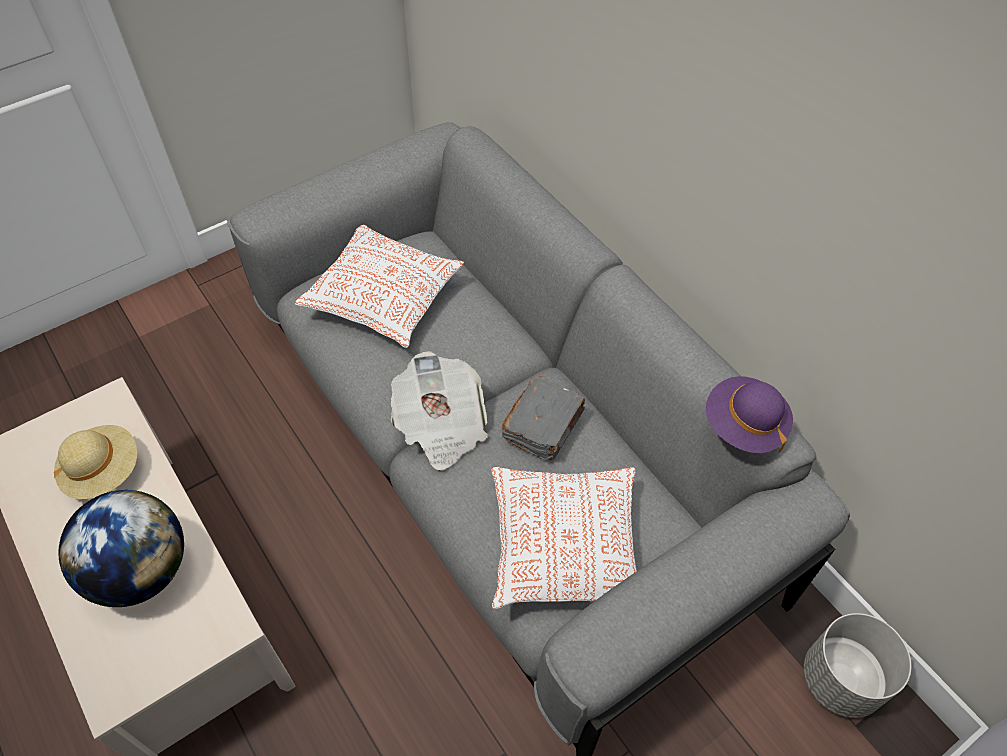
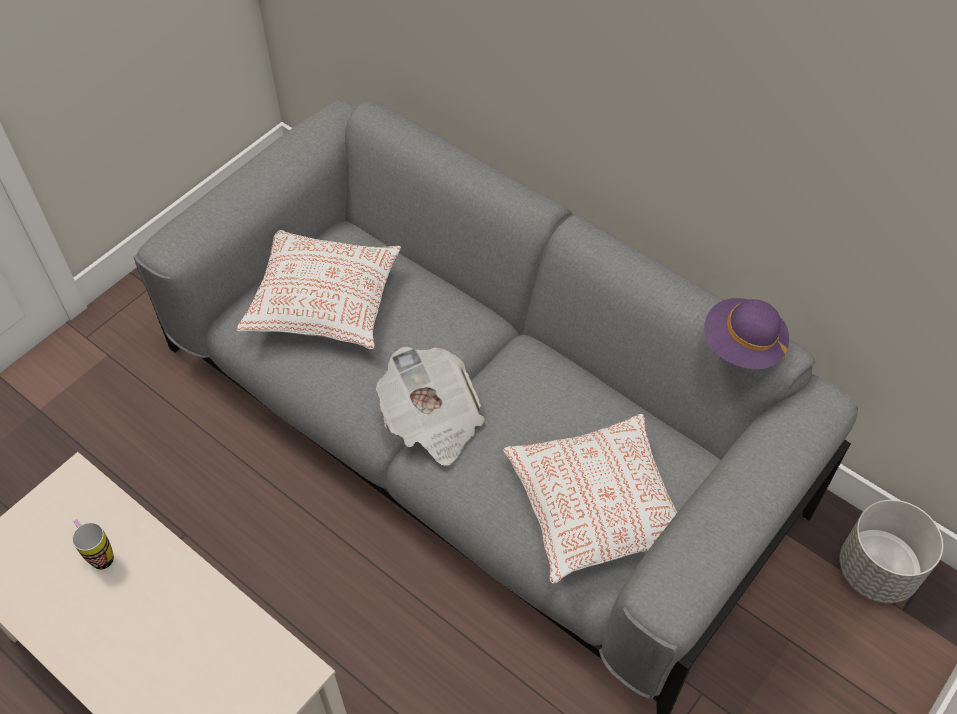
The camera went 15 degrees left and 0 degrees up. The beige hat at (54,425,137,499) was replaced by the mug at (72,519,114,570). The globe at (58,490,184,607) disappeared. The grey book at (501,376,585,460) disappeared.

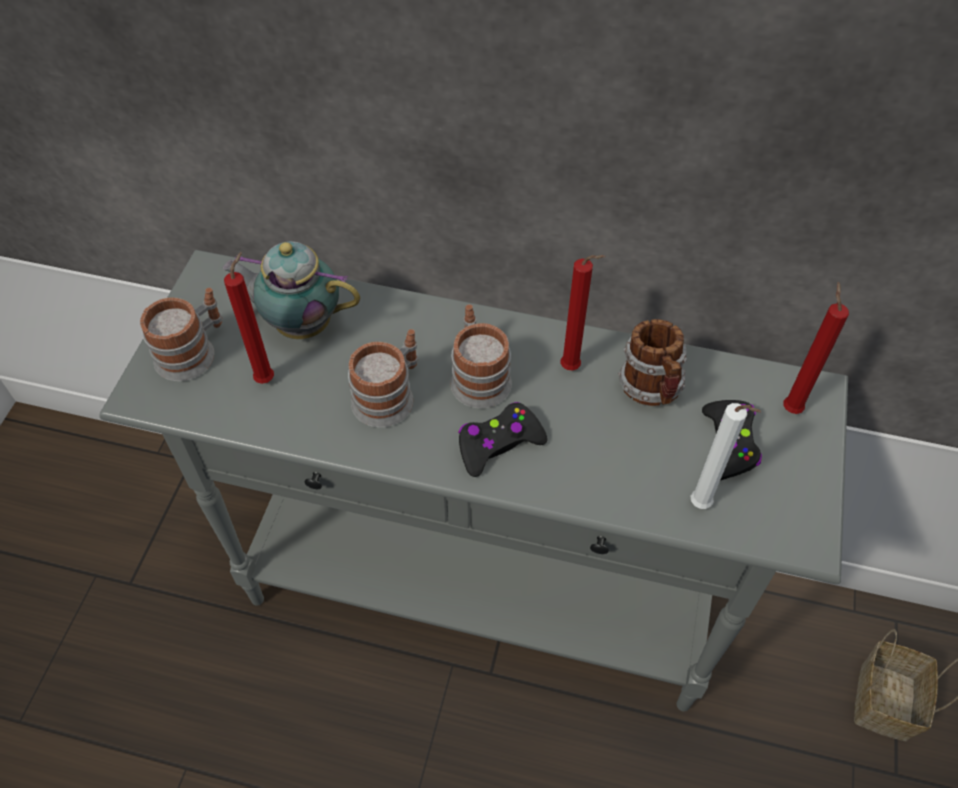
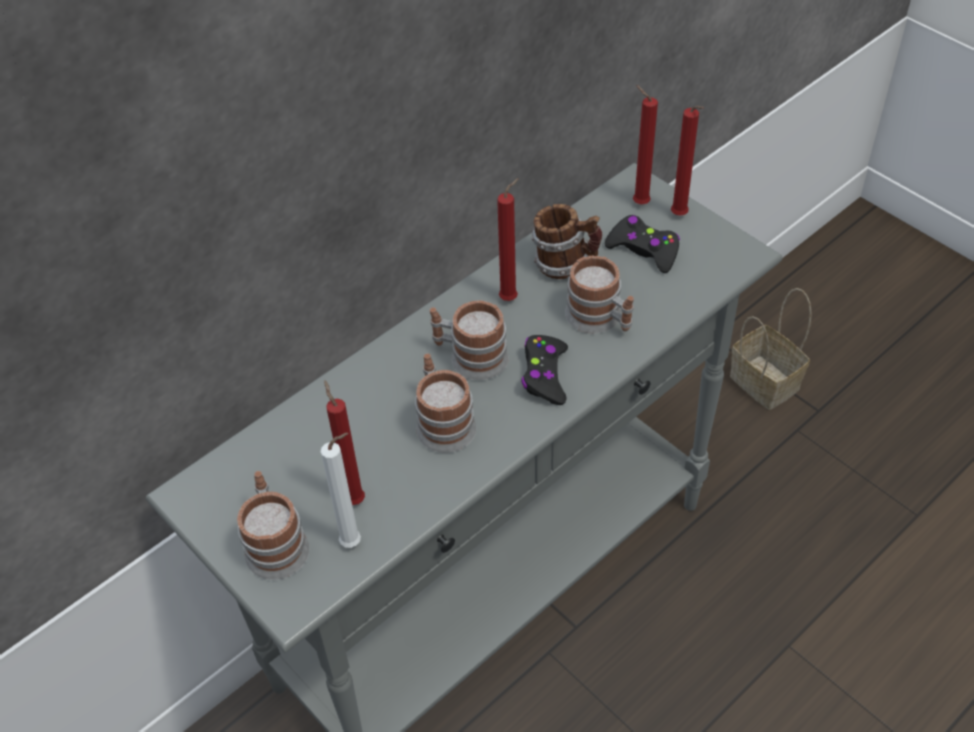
The camera went 55 degrees left and 5 degrees down. The teapot at (223,241,360,339) disappeared. The white candle moved from (691,403,761,509) to (321,433,361,548). The mug at (565,255,634,333) appeared. The red candle at (671,106,704,216) appeared.

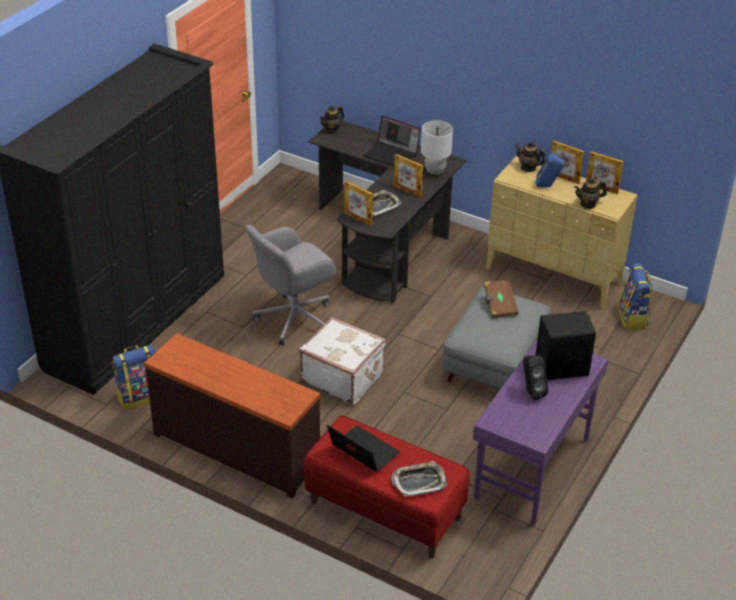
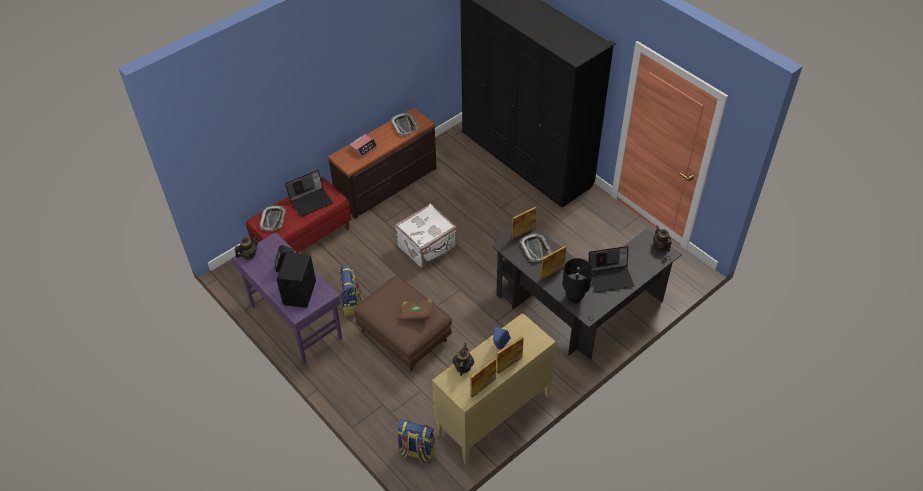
The camera went 110 degrees right and 10 degrees up. The backpack moved from (112,345,156,410) to (339,265,362,316). The grey office chair at (245,225,337,345) disappeared. The laptop at (363,116,421,166) turned 150 degrees counterclockwise. The white table lamp at (421,120,453,177) became the black table lamp at (562,258,593,304). The grey ottoman at (443,288,551,389) became the brown ottoman at (354,276,452,371). The teapot moved from (515,142,545,172) to (235,236,258,259). The alarm clock at (349,134,378,158) appeared. The tray at (391,113,419,136) appeared.

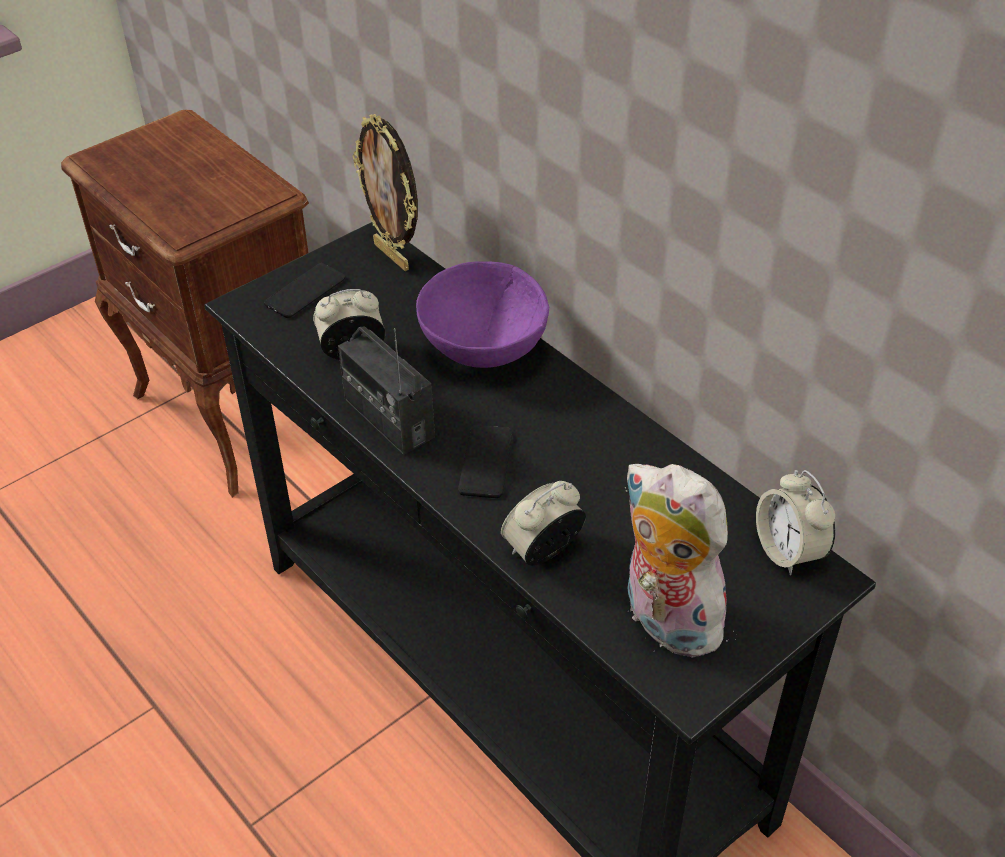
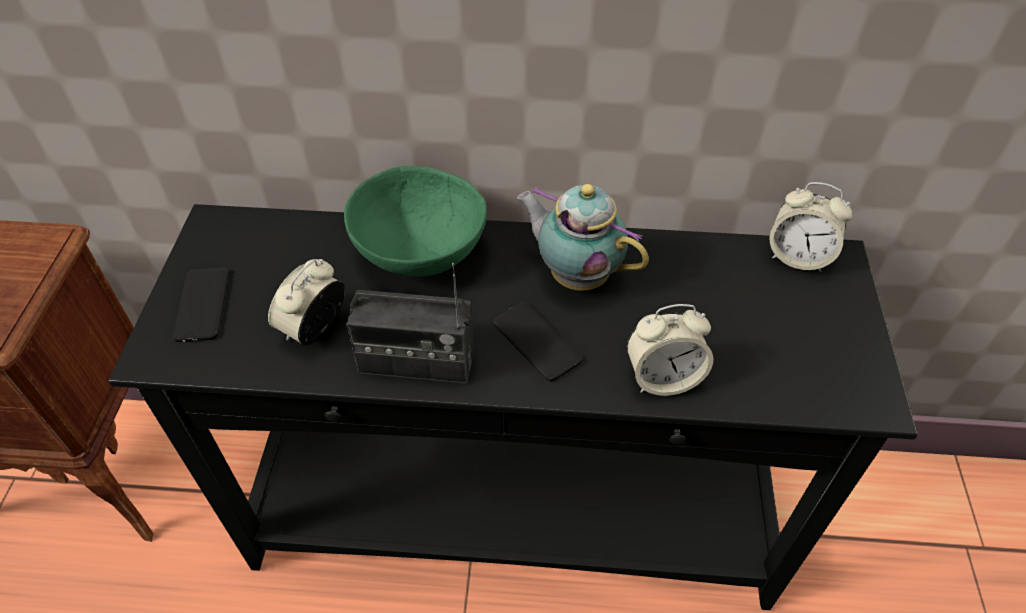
The camera went 45 degrees left and 5 degrees up. The picture frame at (353,114,418,271) disappeared. The purple bowl at (416,261,549,368) became the green bowl at (344,166,487,277). The alarm clock at (501,481,586,566) turned 105 degrees counterclockwise. The plush toy at (625,464,736,658) disappeared. The teapot at (517,184,649,291) appeared.

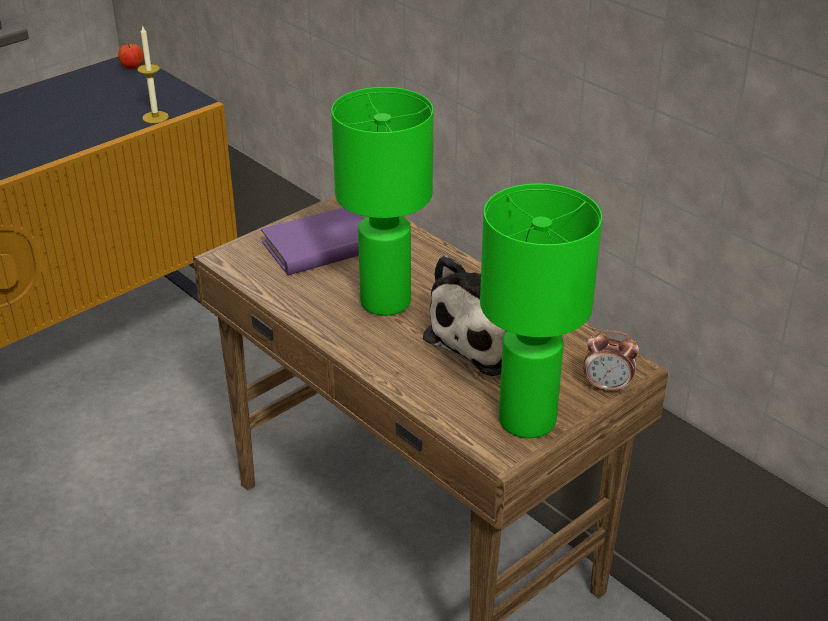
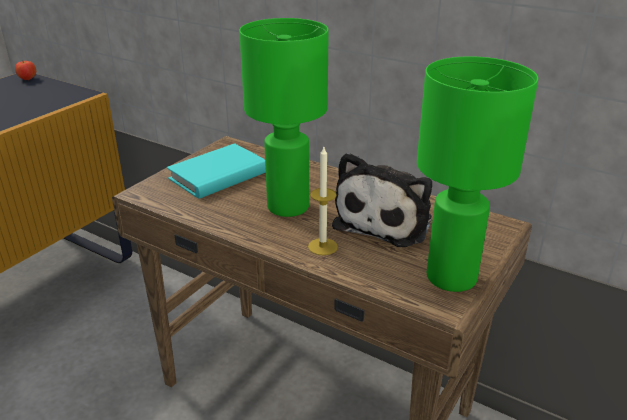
The camera went 15 degrees left and 5 degrees down. The candle moved from (137,25,169,123) to (308,147,338,255). The purple book at (261,208,364,275) became the turquoise book at (167,143,266,199). The alarm clock at (584,330,639,394) disappeared.

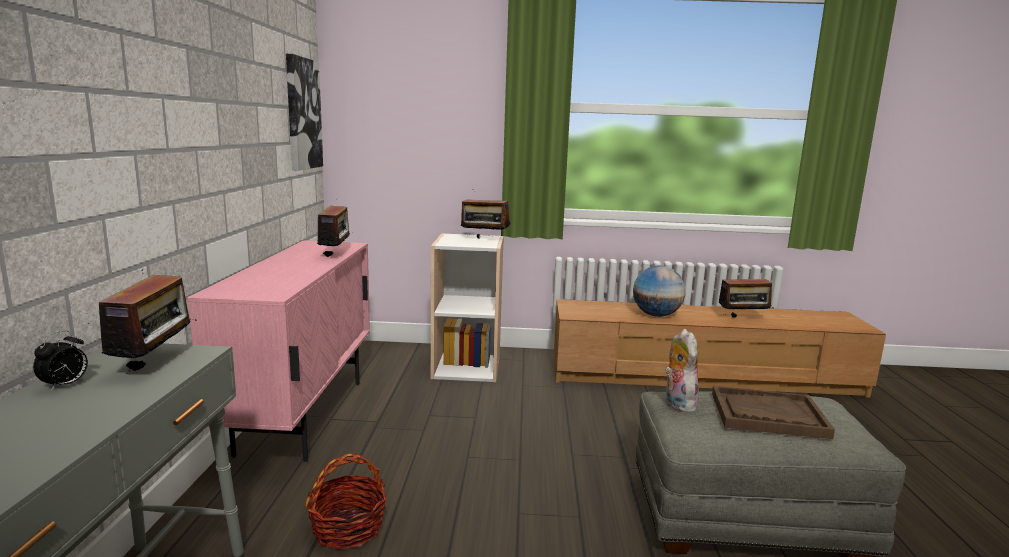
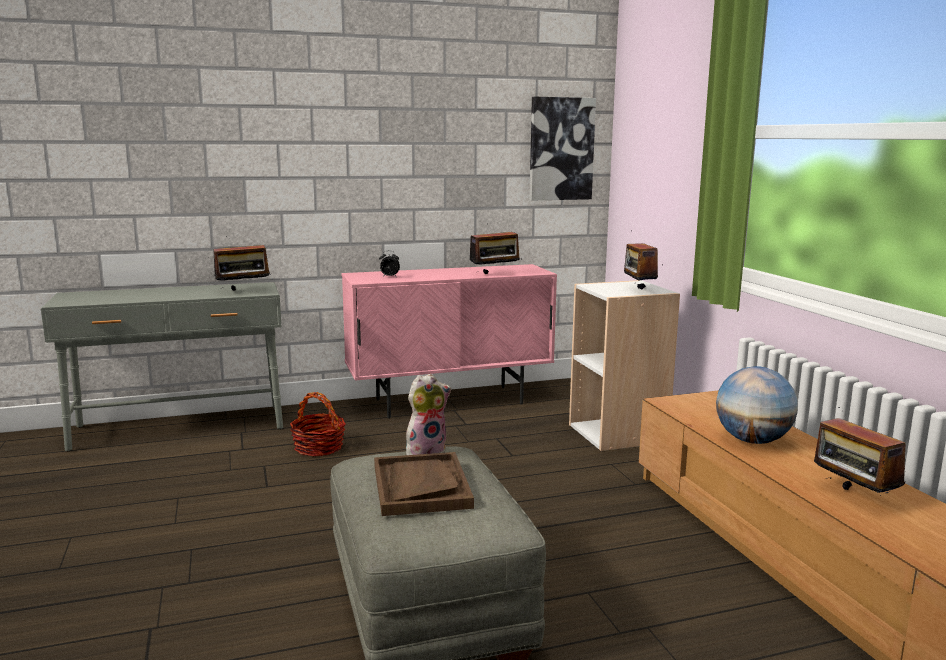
The camera went 70 degrees right and 0 degrees up. The alarm clock moved from (33,331,88,391) to (379,251,400,277).

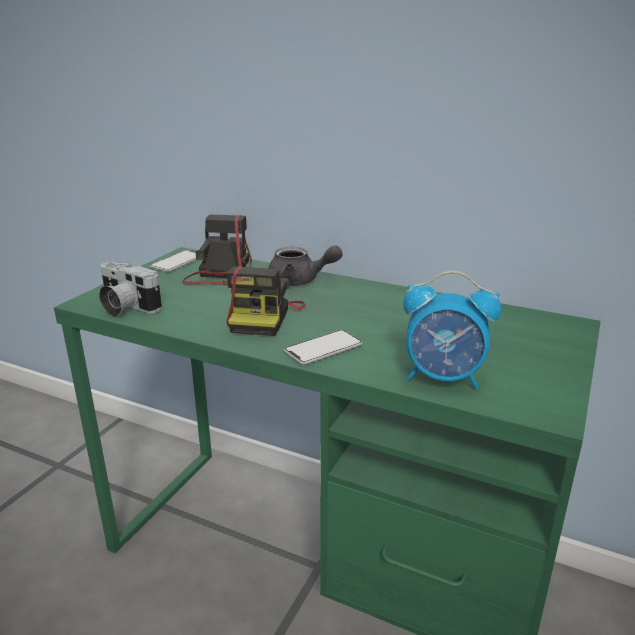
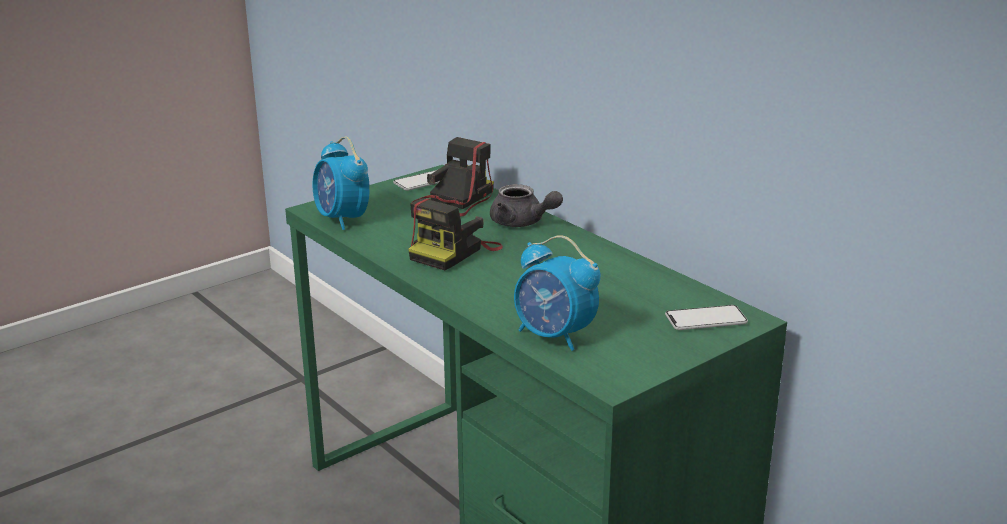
The camera went 25 degrees right and 0 degrees up. The photo camera at (99,262,162,317) was replaced by the alarm clock at (313,136,370,230). The phone moved from (284,330,362,365) to (665,305,748,330).

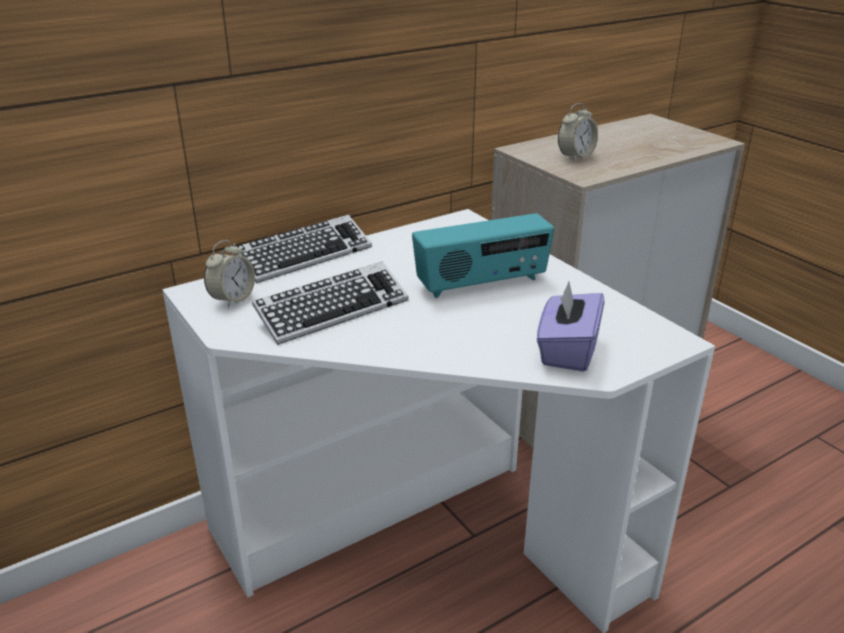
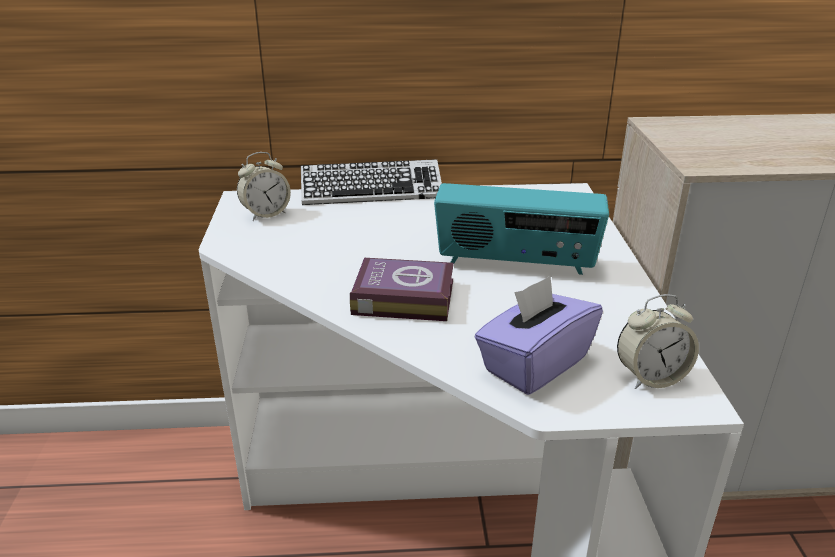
The camera went 30 degrees right and 0 degrees up. The keyboard at (252,261,409,345) disappeared. The alarm clock moved from (558,103,598,162) to (617,294,699,389). The book at (350,258,454,321) appeared.

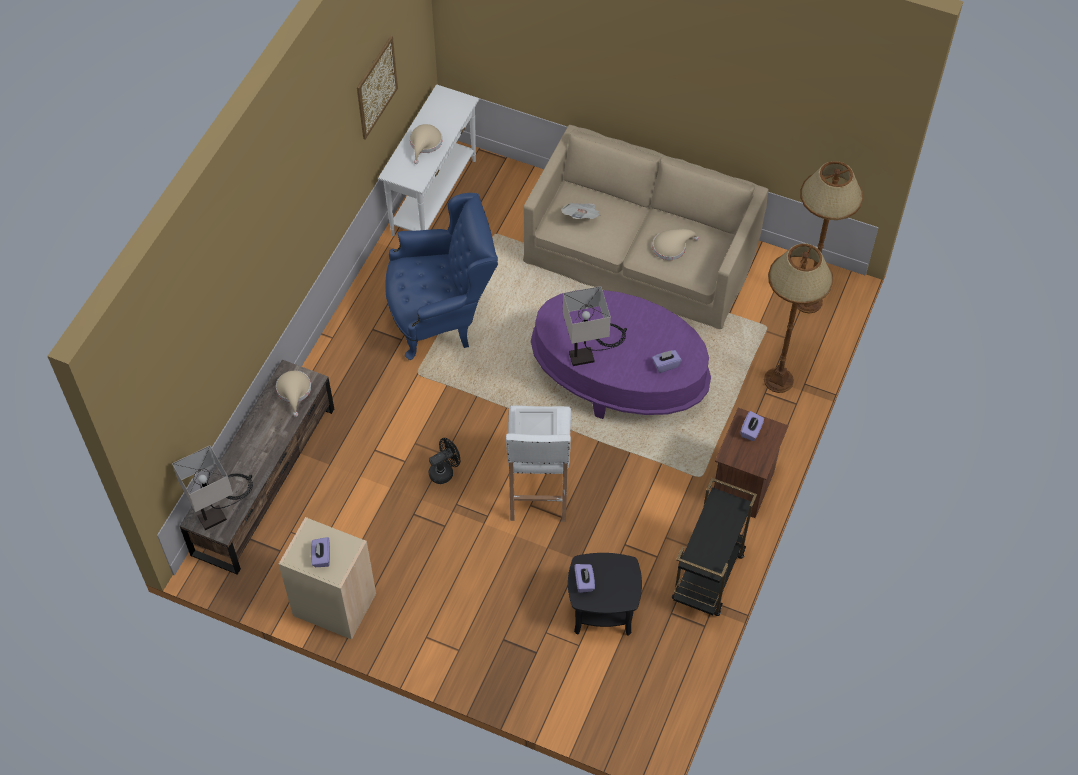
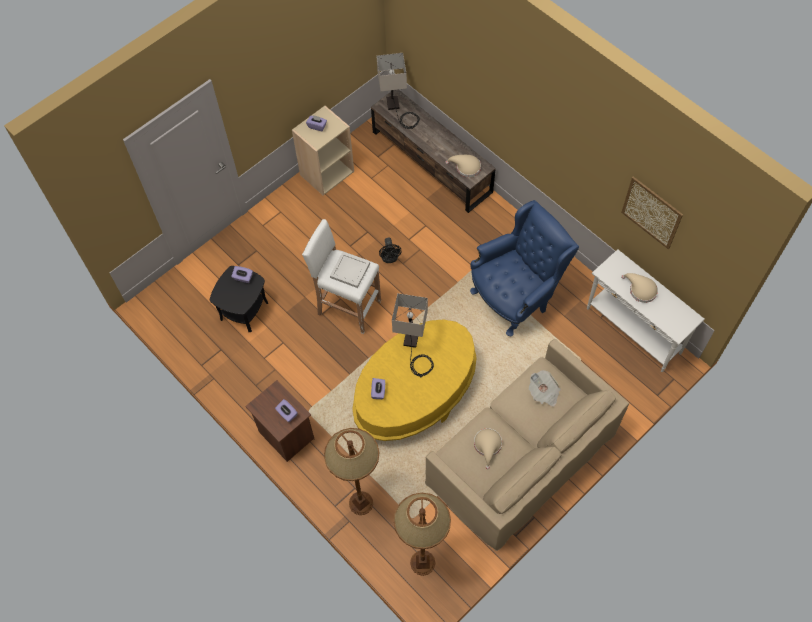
The camera went 115 degrees right and 5 degrees up. The blue armchair at (386,193,498,360) turned 135 degrees counterclockwise. The purple coffee table at (531,290,711,419) became the yellow coffee table at (352,319,477,441). The black cart at (672,478,757,616) disappeared.

